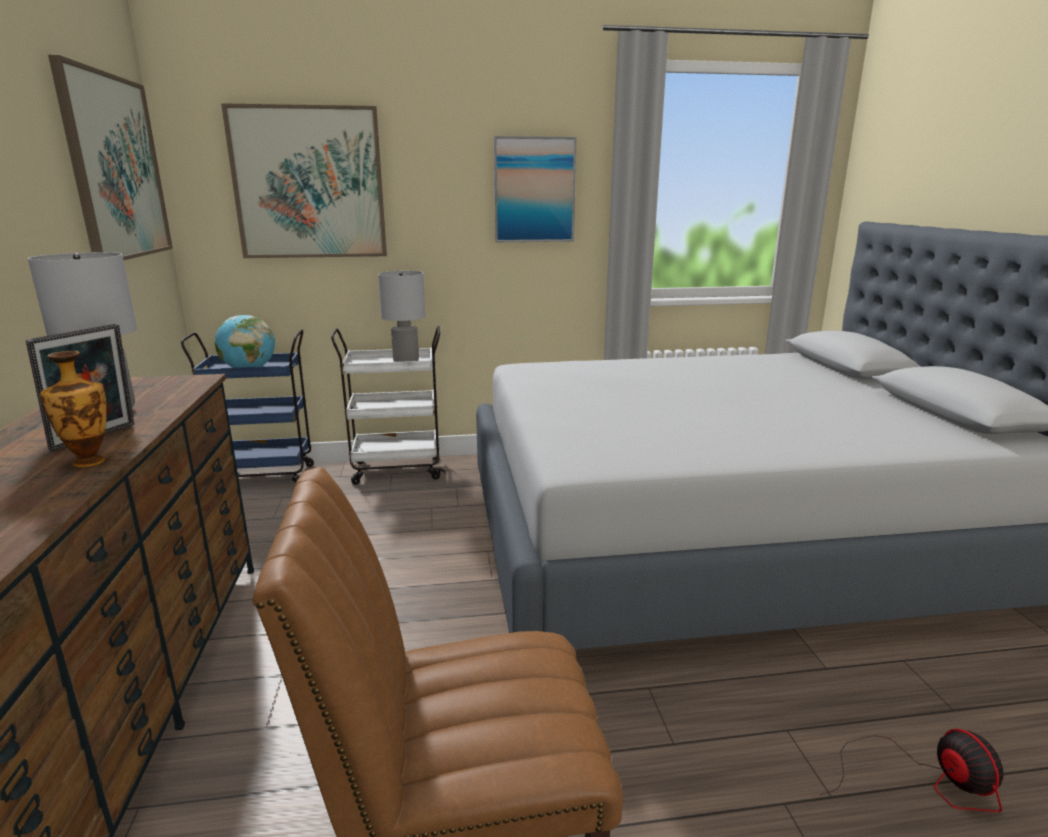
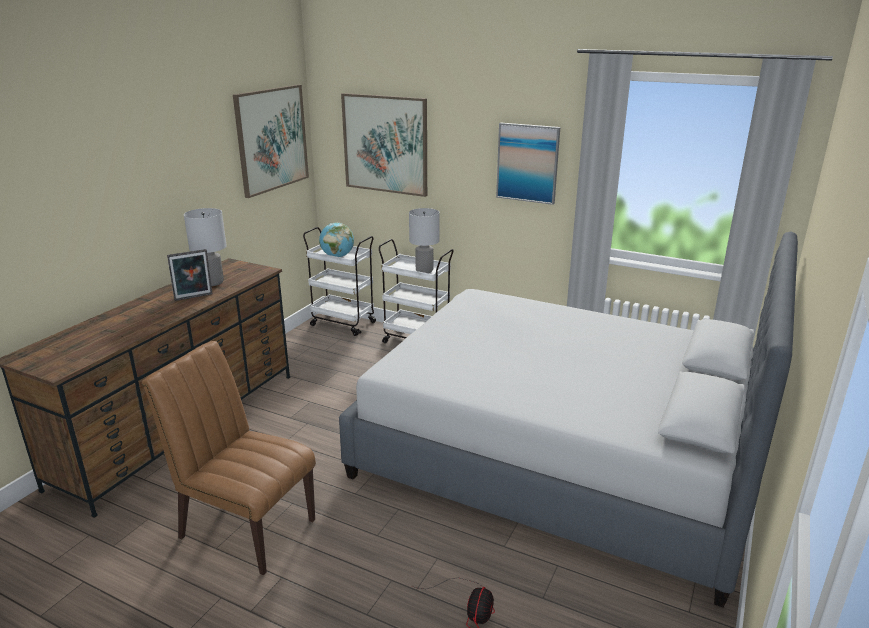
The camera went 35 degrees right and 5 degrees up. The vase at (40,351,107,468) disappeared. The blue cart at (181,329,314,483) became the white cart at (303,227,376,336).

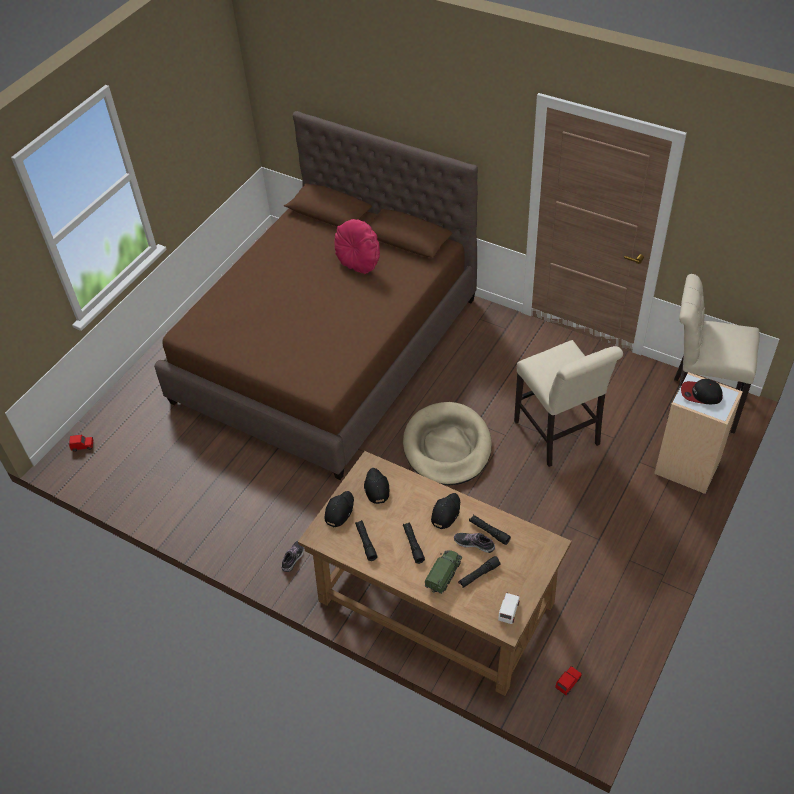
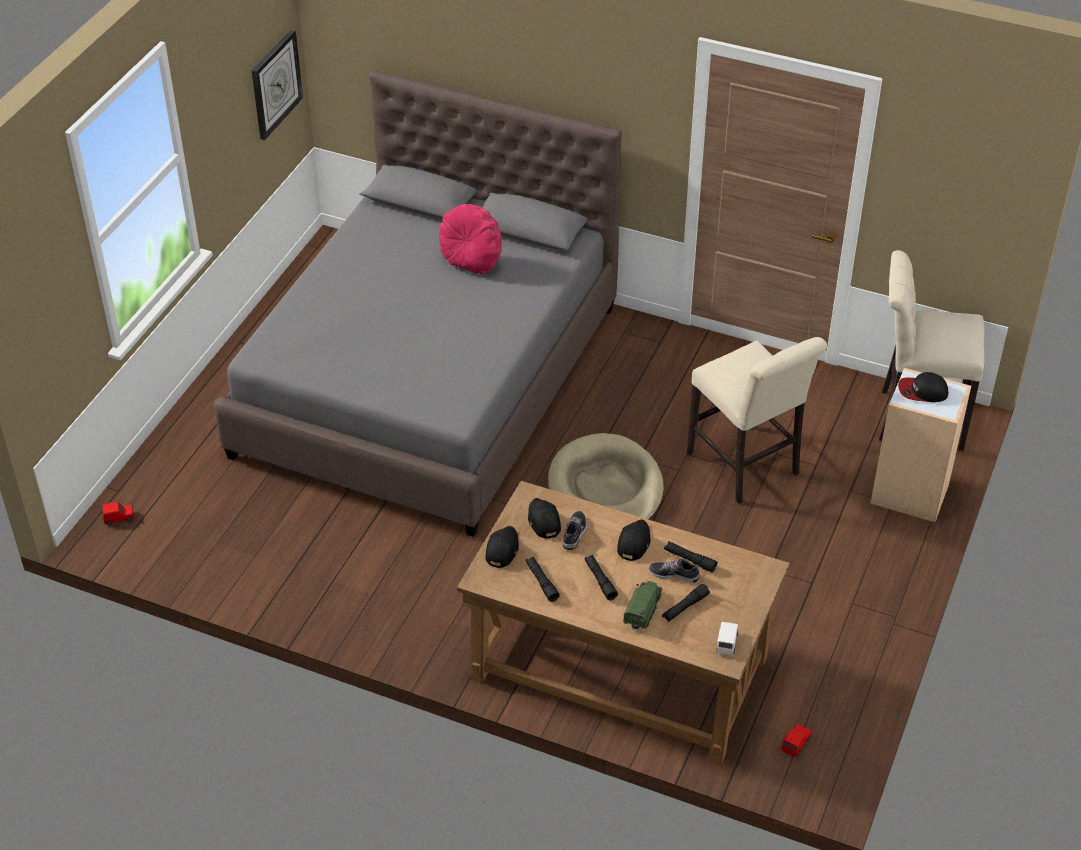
The camera went 10 degrees left and 5 degrees down. The brown bed at (154,111,478,480) became the grey bed at (214,70,622,537). The shoe moved from (282,540,304,572) to (562,511,587,550). The wall clock at (252,29,303,140) appeared.

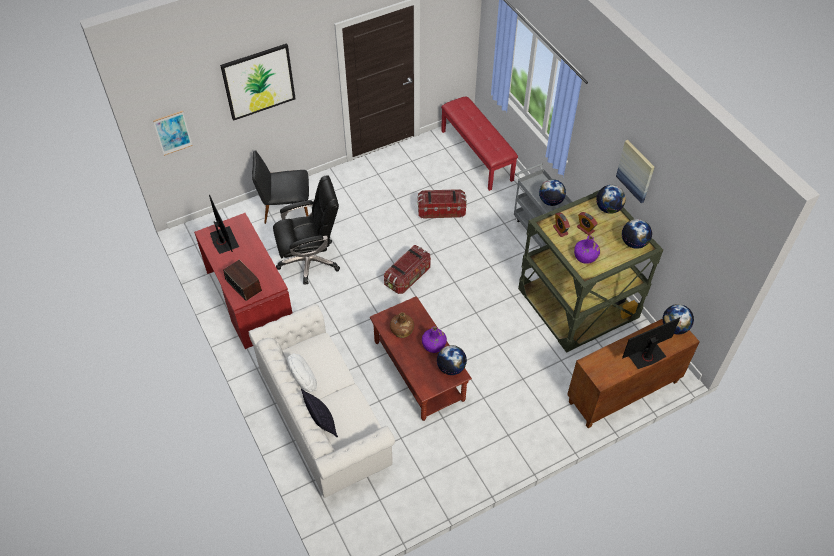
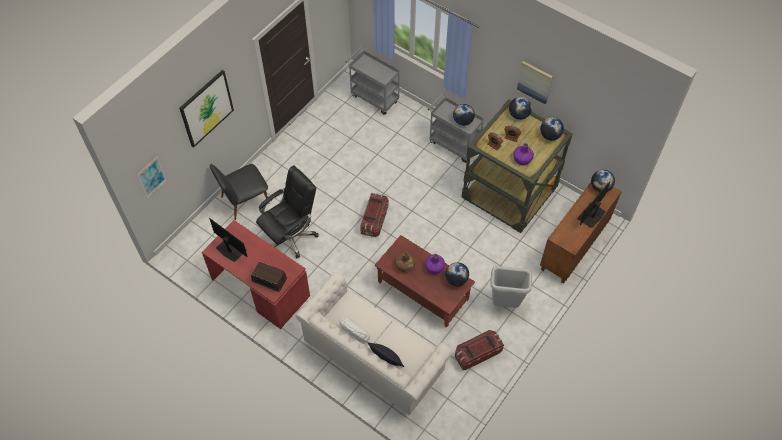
The camera went 25 degrees left and 5 degrees up. The storage box moved from (417,189,467,218) to (455,330,504,370). The red bench at (441,97,518,191) was replaced by the grey cart at (345,46,400,115). The grey trash can at (490,266,532,308) appeared.

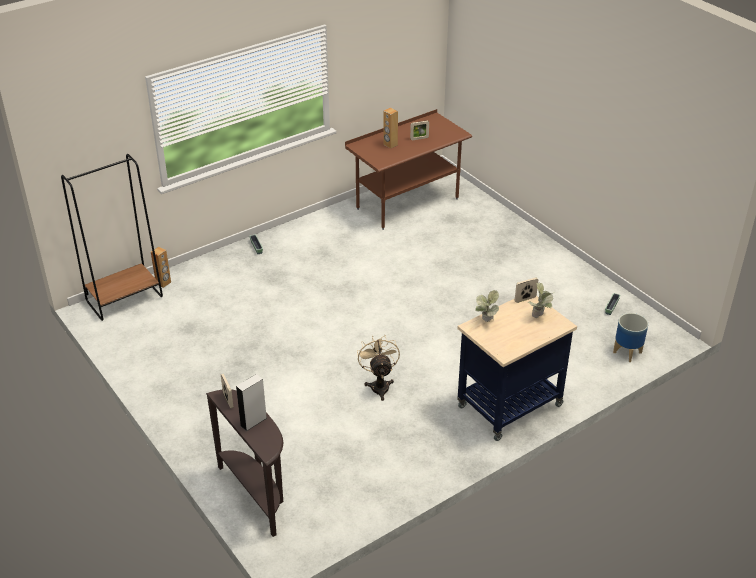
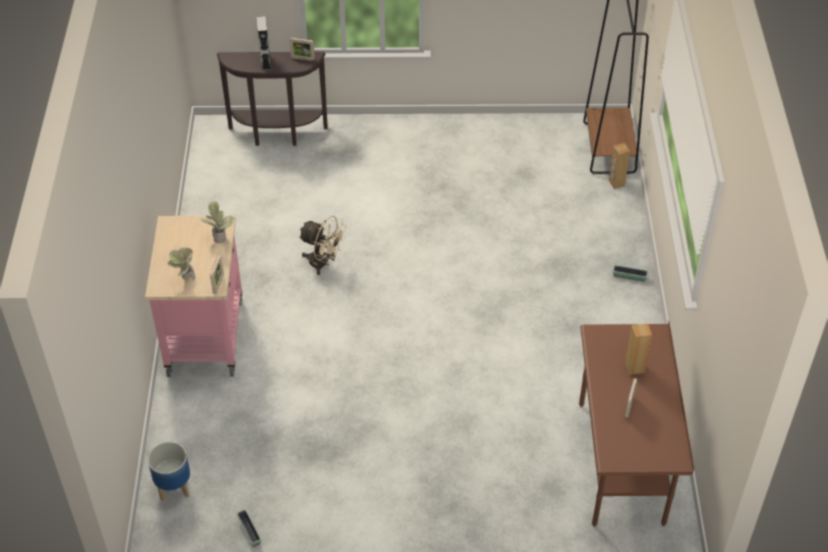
The camera went 125 degrees right and 10 degrees up. The blue cart at (457,296,577,441) became the pink cart at (145,216,243,377).

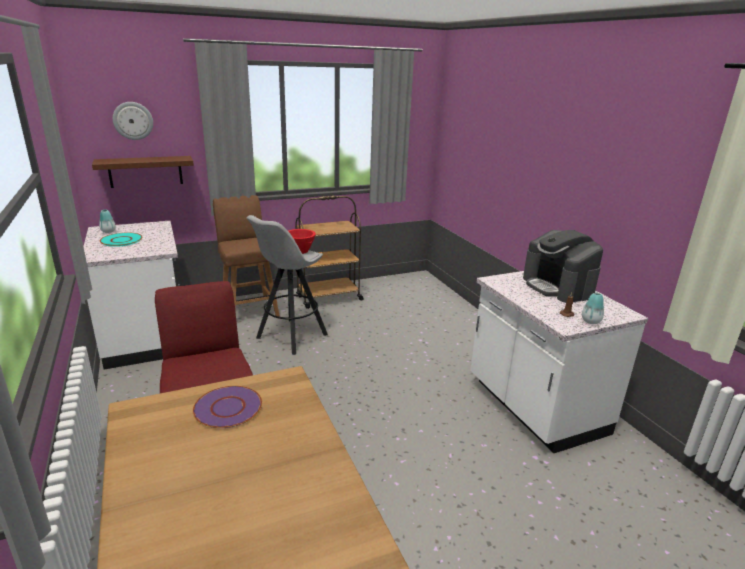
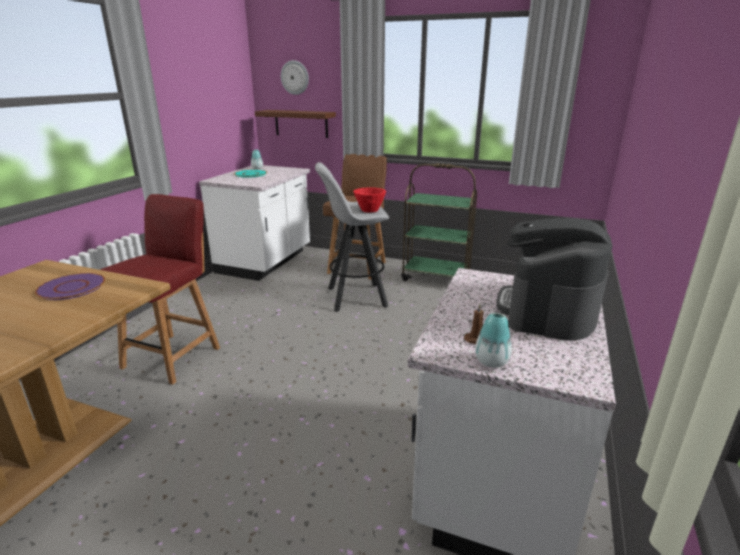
The camera went 45 degrees right and 0 degrees up. The brown cart at (295,195,364,309) became the green cart at (401,163,477,281).

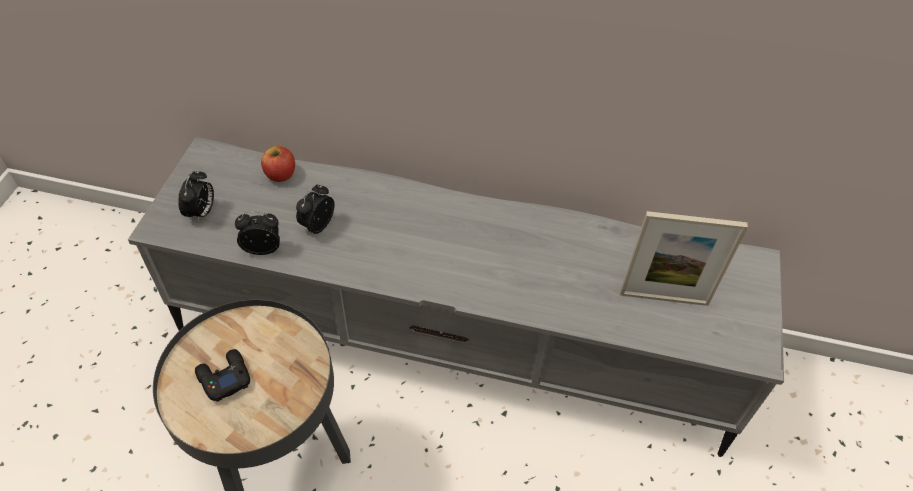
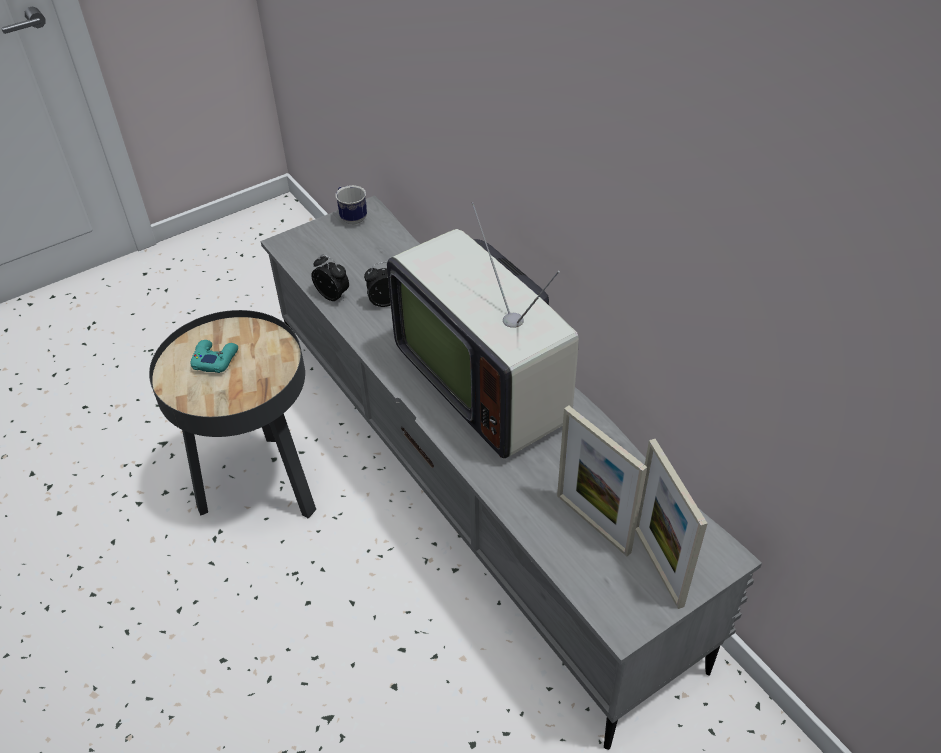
The camera went 45 degrees right and 5 degrees down. The alarm clock at (178,170,214,223) disappeared. The black game controller at (195,349,250,402) became the turquoise game controller at (190,340,238,373). The apple at (261,146,295,182) disappeared. The mug at (336,185,367,225) appeared. The television at (387,202,579,458) appeared. The picture frame at (635,439,708,609) appeared.

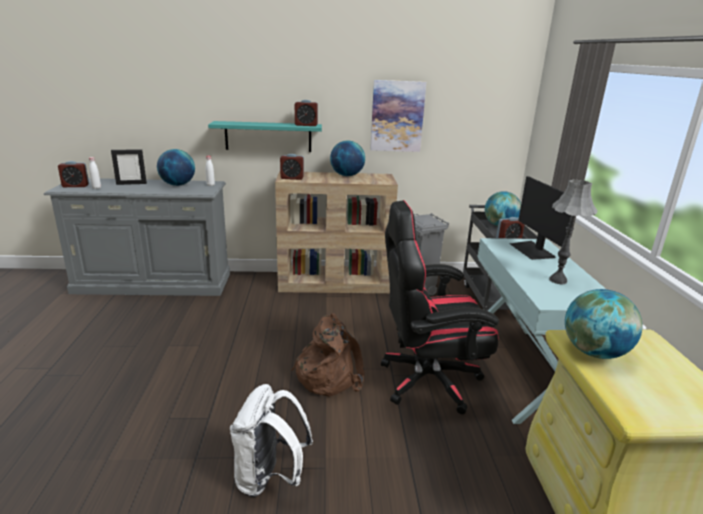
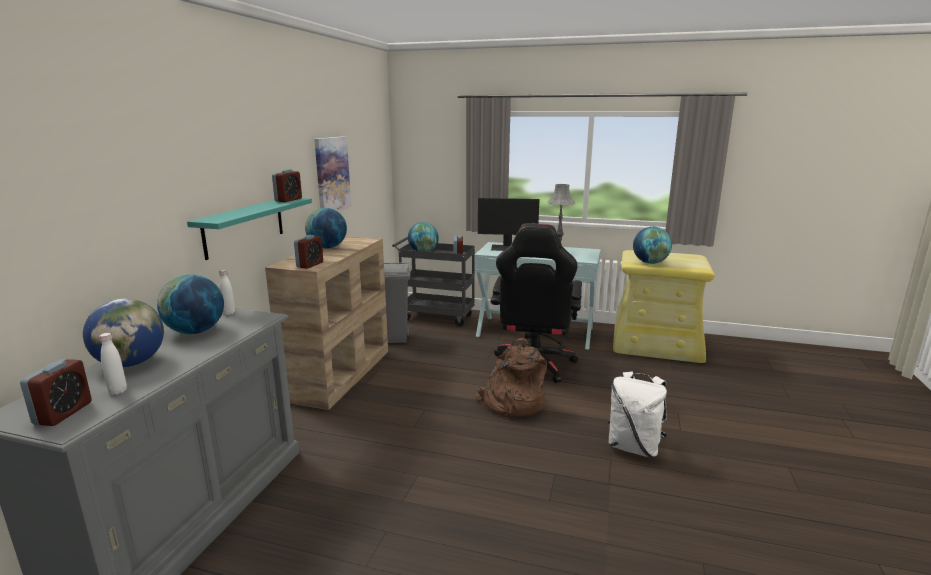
The camera went 70 degrees left and 5 degrees down. The picture frame at (111,149,147,185) was replaced by the globe at (83,299,164,367).

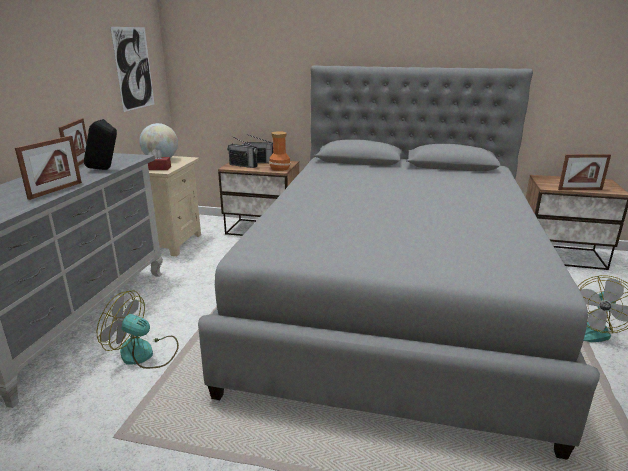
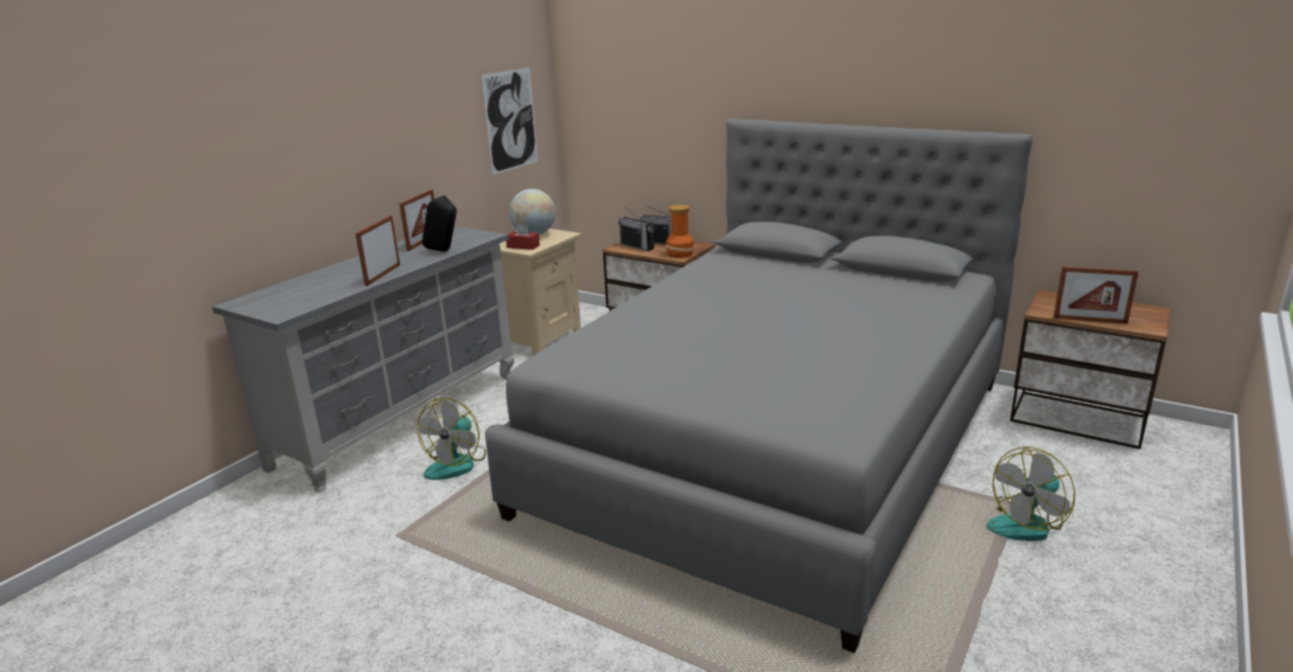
The camera went 20 degrees right and 0 degrees up. The picture frame at (15,136,82,200) turned 150 degrees clockwise. The fan at (97,291,179,369) turned 105 degrees counterclockwise.

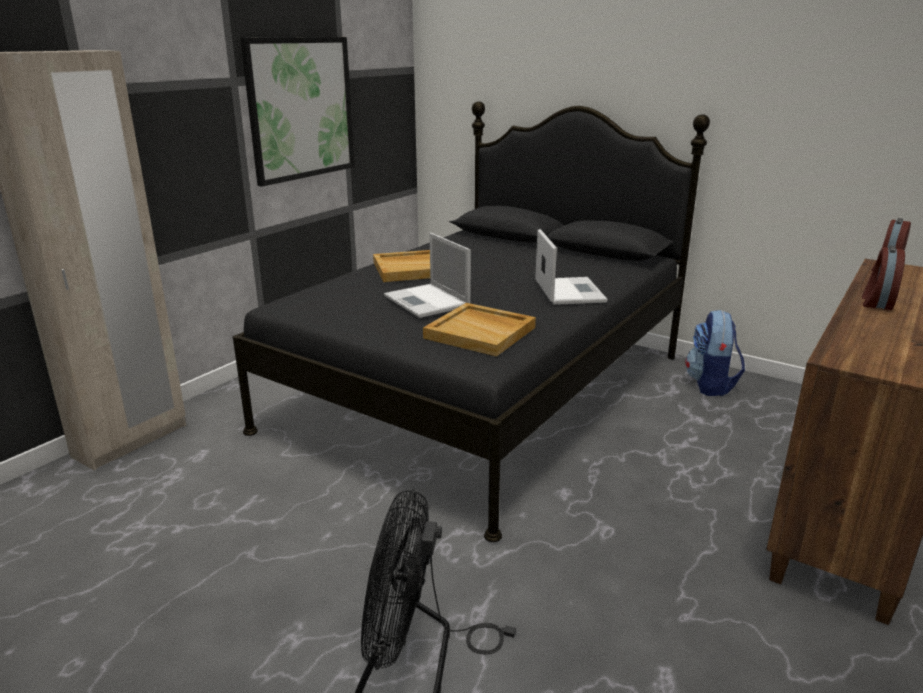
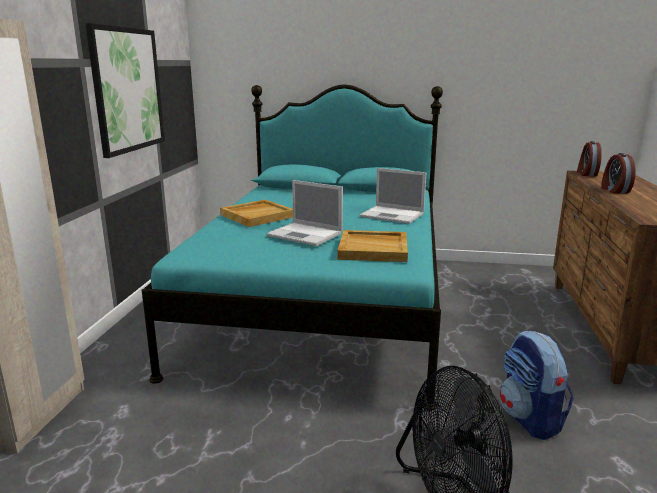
The camera went 25 degrees left and 5 degrees down. The black bed at (233,101,710,542) became the turquoise bed at (142,85,443,411). The laptop at (535,229,608,305) turned 150 degrees clockwise. The backpack moved from (685,310,745,396) to (500,331,574,440).

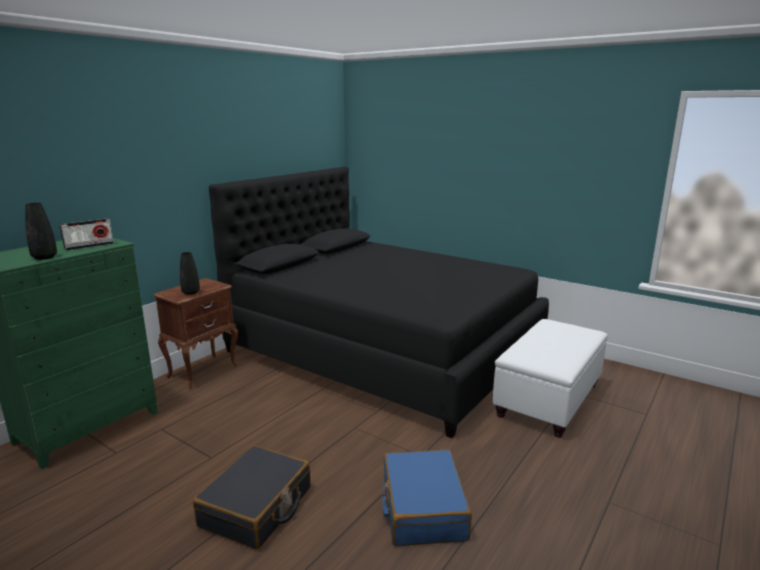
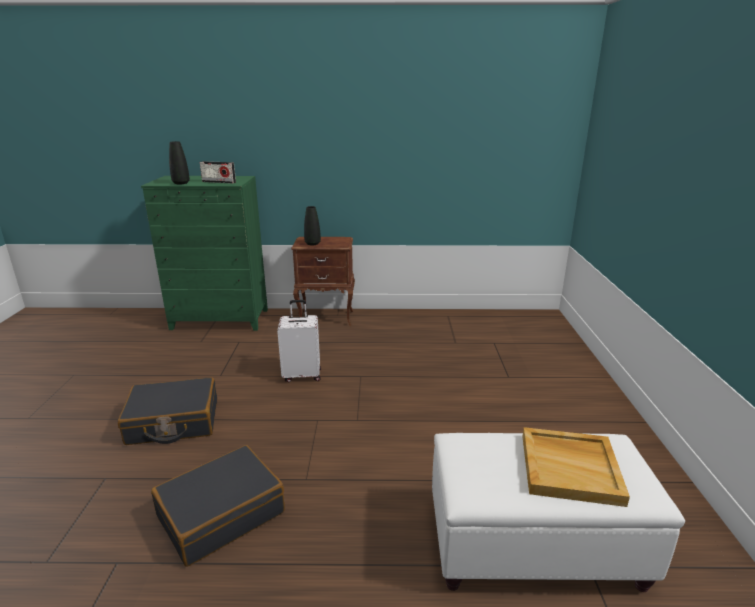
The camera went 55 degrees right and 5 degrees up. The black bed at (209,166,549,438) disappeared. The blue suitcase at (382,449,472,546) became the black suitcase at (151,445,285,567). The white suitcase at (277,300,321,383) appeared. The beige tray at (522,427,630,507) appeared.

